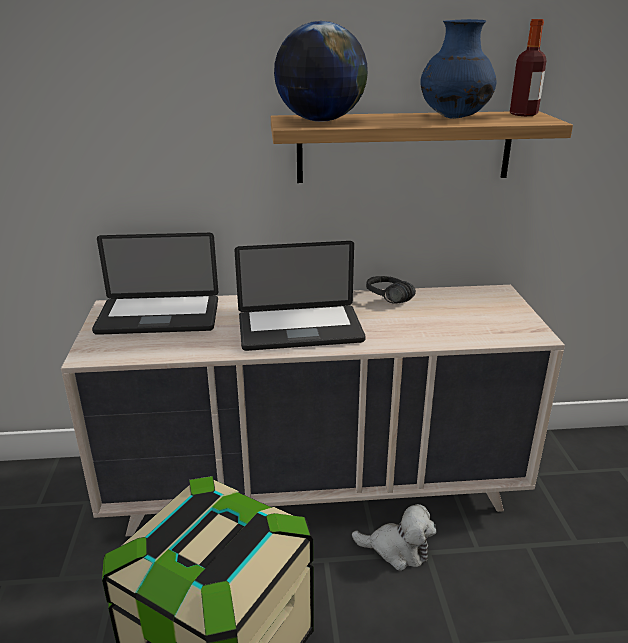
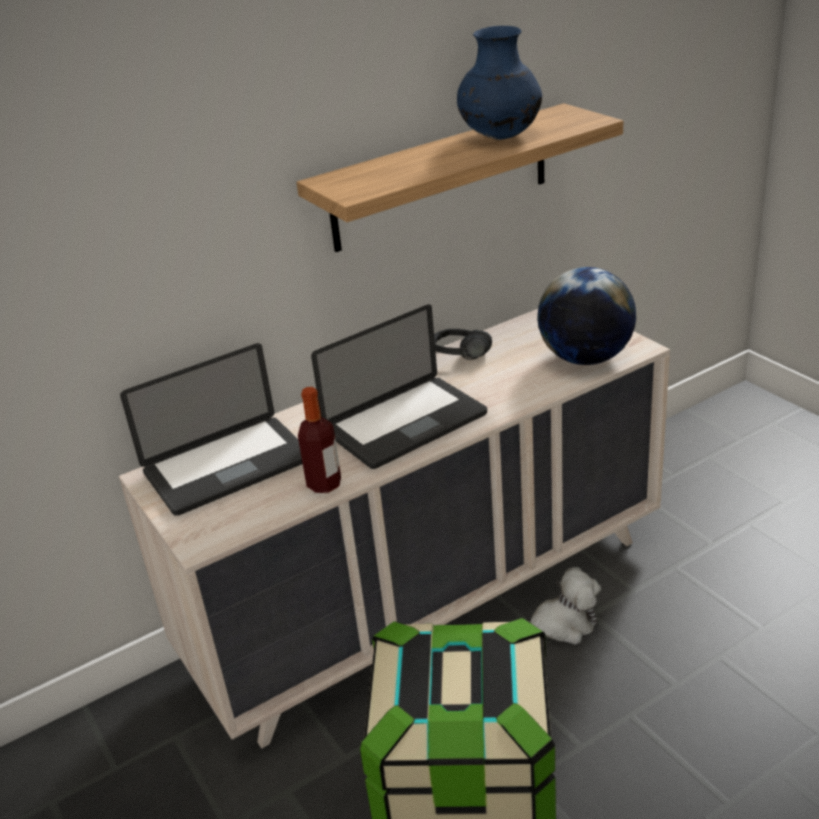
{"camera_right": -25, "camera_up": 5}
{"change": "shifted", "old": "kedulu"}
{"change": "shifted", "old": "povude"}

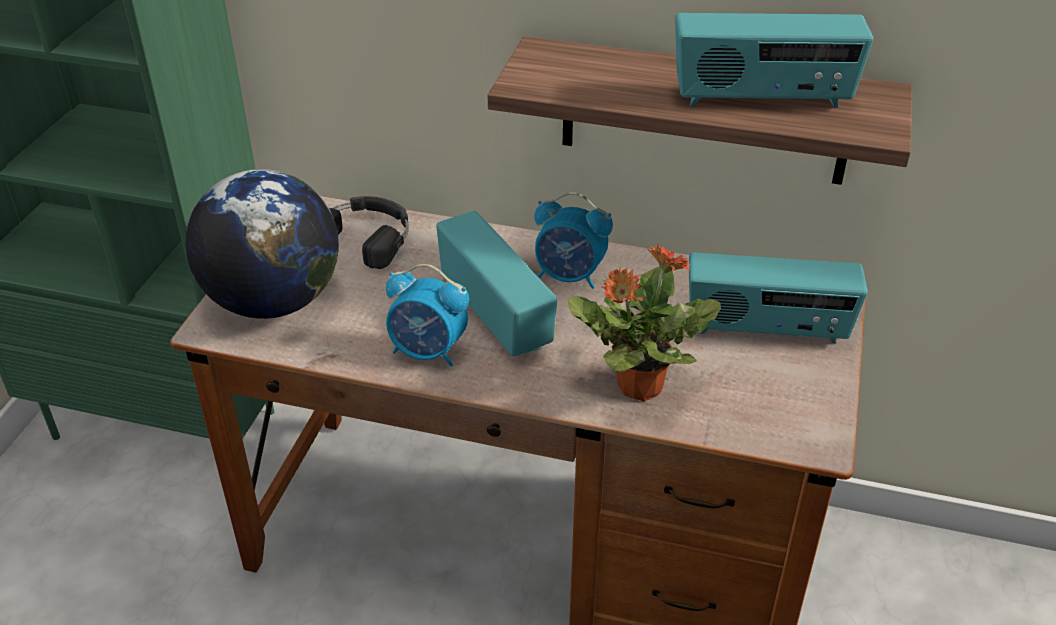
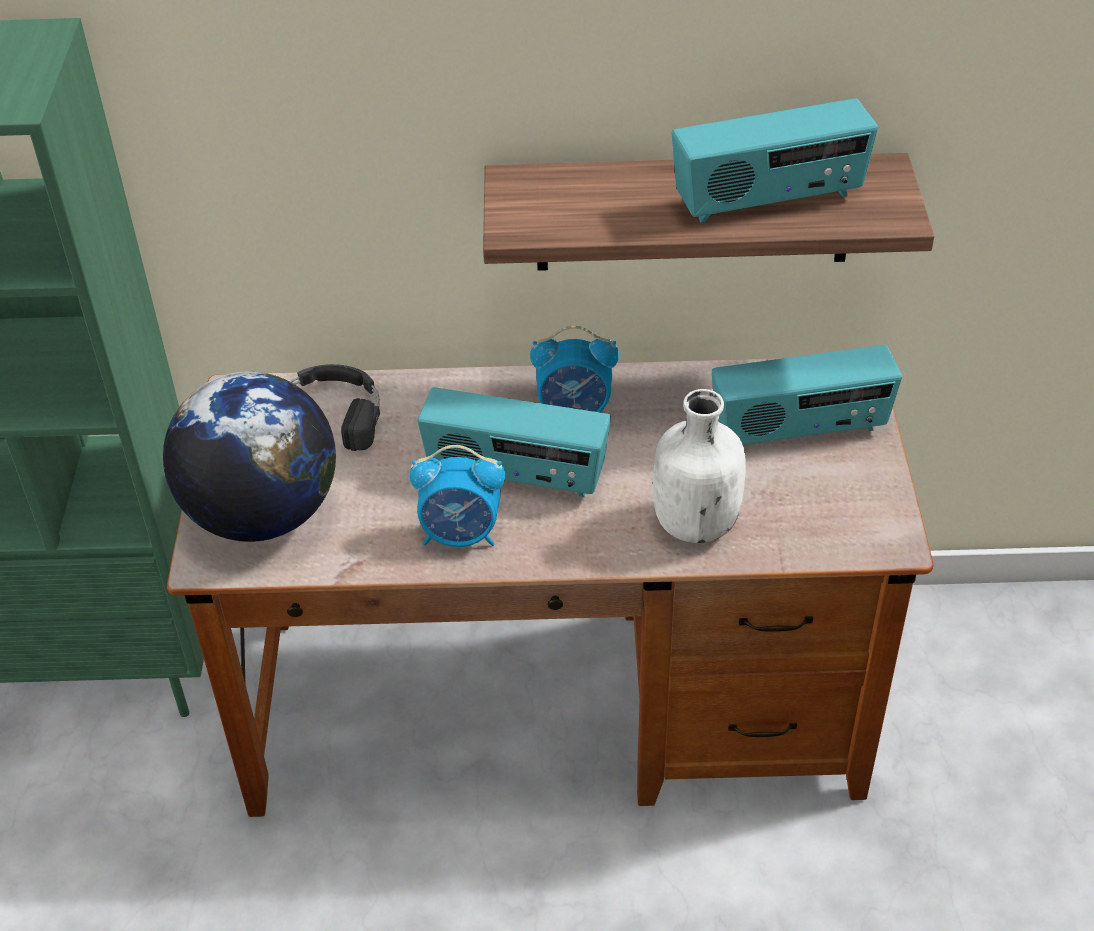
{"camera_right": -15, "camera_up": 5}
{"change": "rotated", "old": "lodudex (no. 1 from left)", "degrees": 150}
{"change": "swapped", "old": "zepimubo", "new": "white_kedulu"}

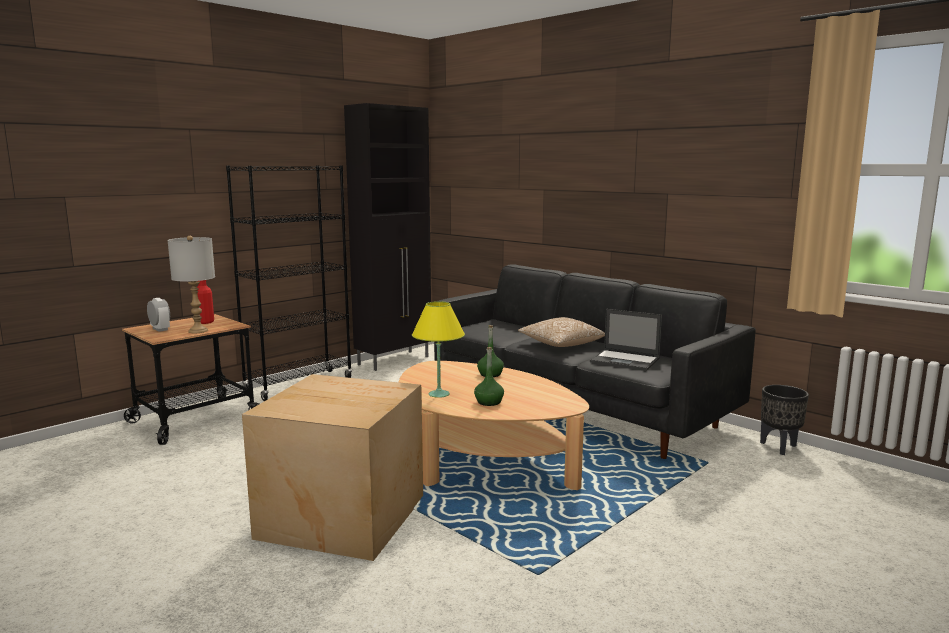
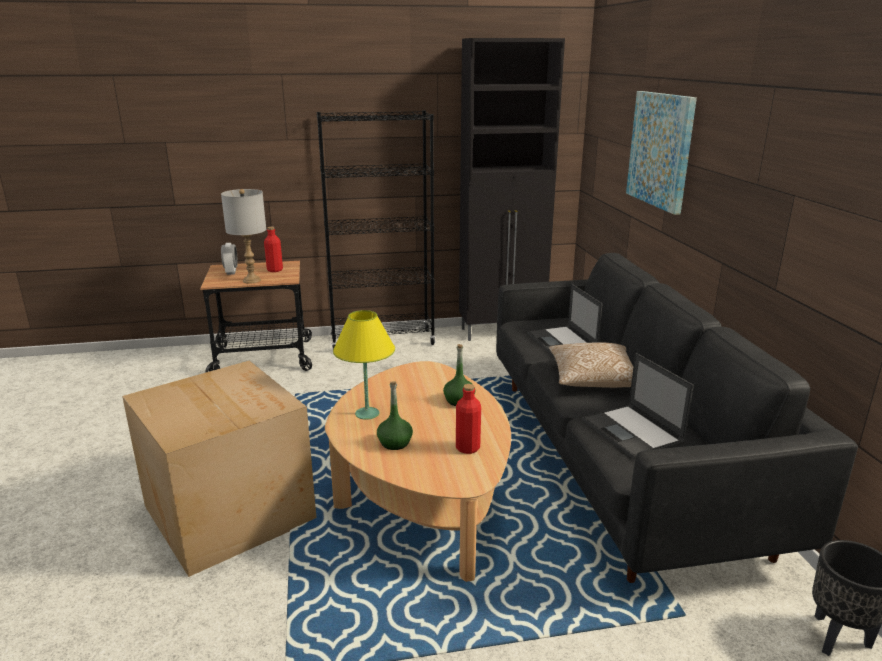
{"camera_right": 35, "camera_up": 10}
{"change": "new", "new": "red_kedulu (no. 2 from left)"}
{"change": "new", "new": "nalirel (no. 1 from left)"}
{"change": "new", "new": "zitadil"}

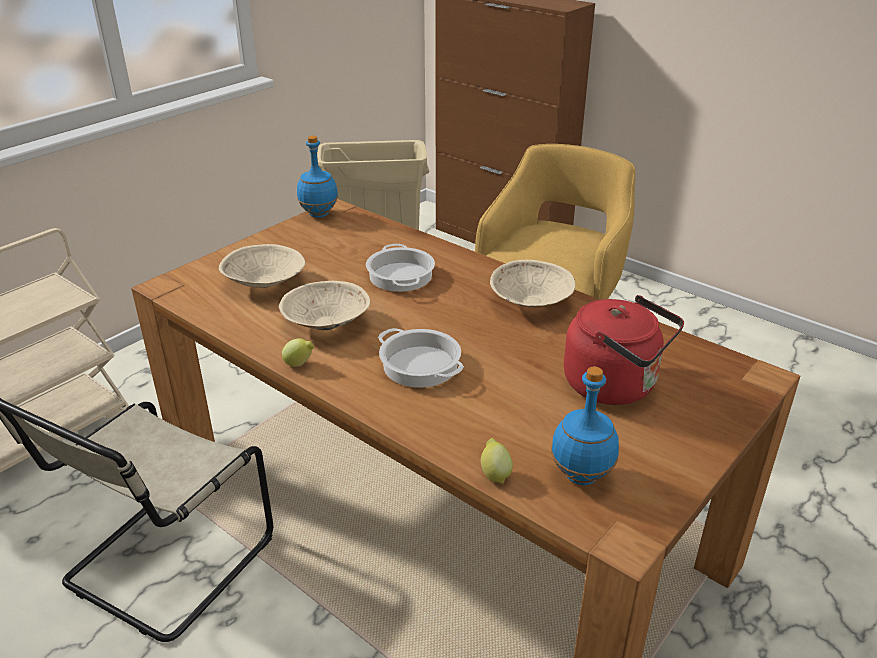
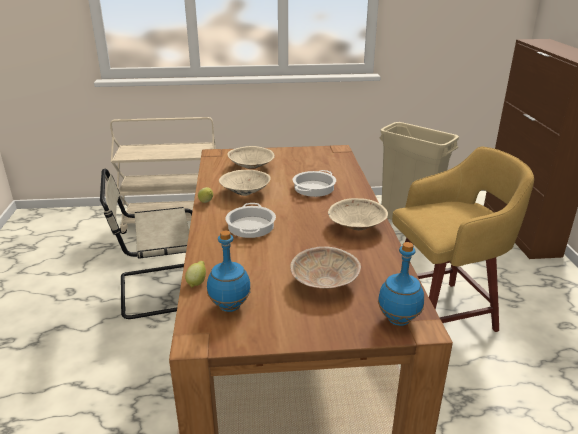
{"camera_right": 45, "camera_up": -5}
{"change": "swapped", "old": "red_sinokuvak", "new": "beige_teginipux (no. 3 from left)"}
{"change": "shifted", "old": "blue_kedulu (no. 1 from left in the first image)", "new": "blue_kedulu (no. 2 from left)"}

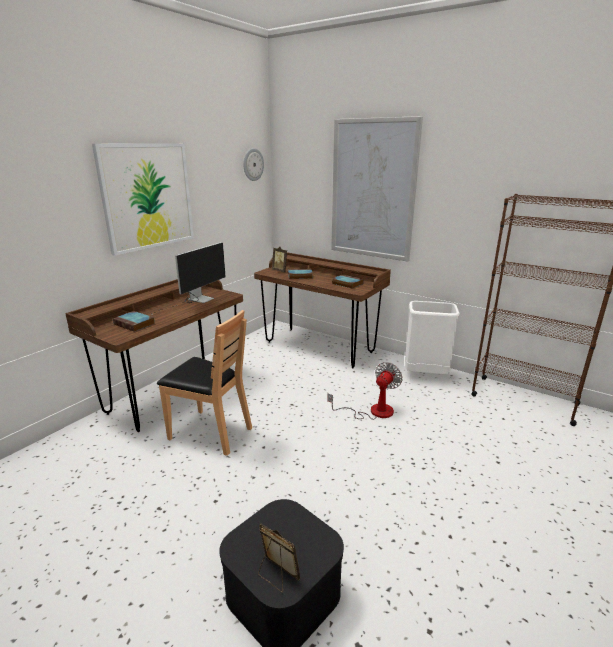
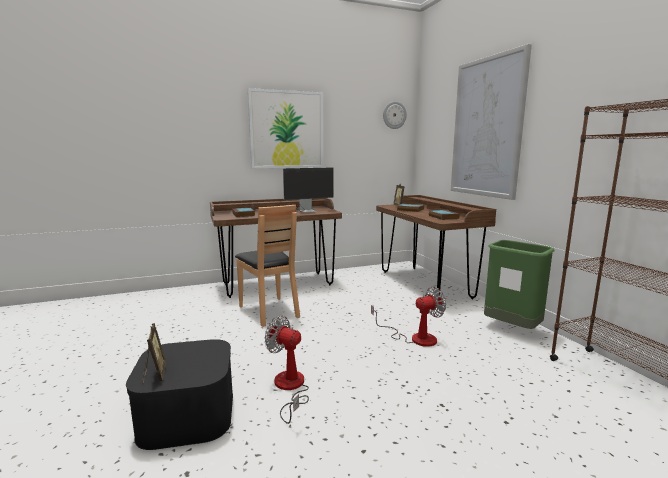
{"camera_right": 35, "camera_up": -10}
{"change": "new", "new": "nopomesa (no. 1 from left)"}
{"change": "repainted", "old": "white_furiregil", "new": "green_furiregil"}

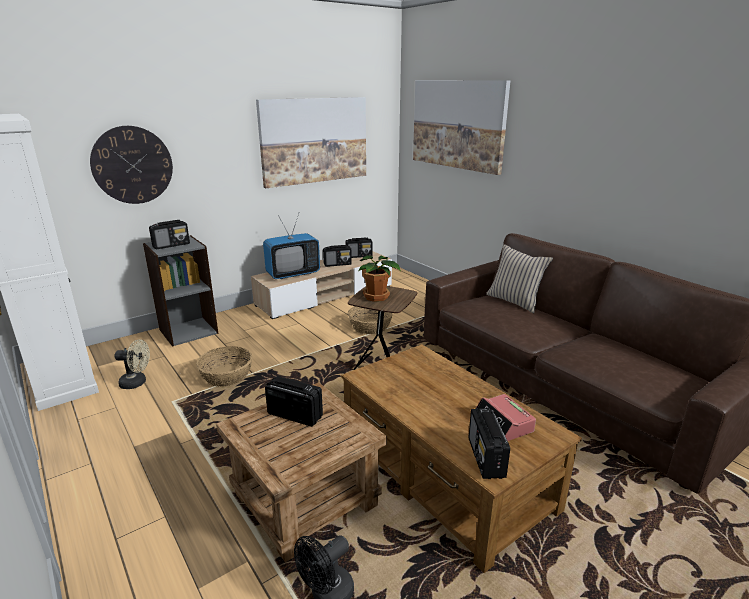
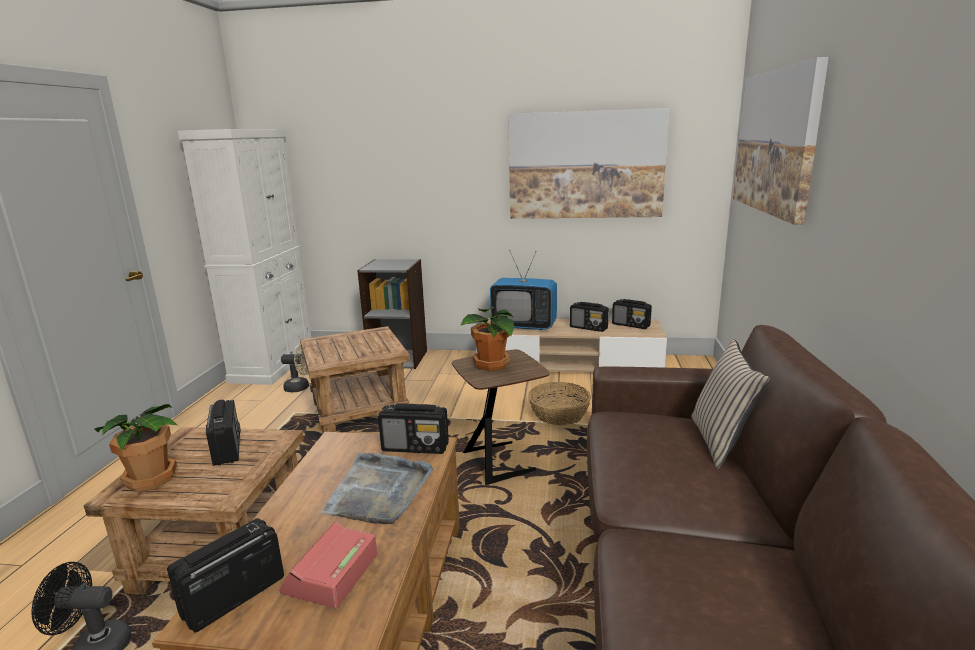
{"camera_right": 45, "camera_up": -5}
{"change": "new", "new": "zepimubo (no. 1 from left)"}
{"change": "rotated", "old": "beige_nopomesa", "degrees": -45}
{"change": "swapped", "old": "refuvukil (no. 1 from left)", "new": "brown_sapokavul (no. 2 from left)"}
{"change": "new", "new": "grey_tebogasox"}
{"change": "shifted", "old": "lodudex (no. 1 from left in the first image)", "new": "lodudex (no. 3 from left)"}
{"change": "gone", "old": "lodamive"}

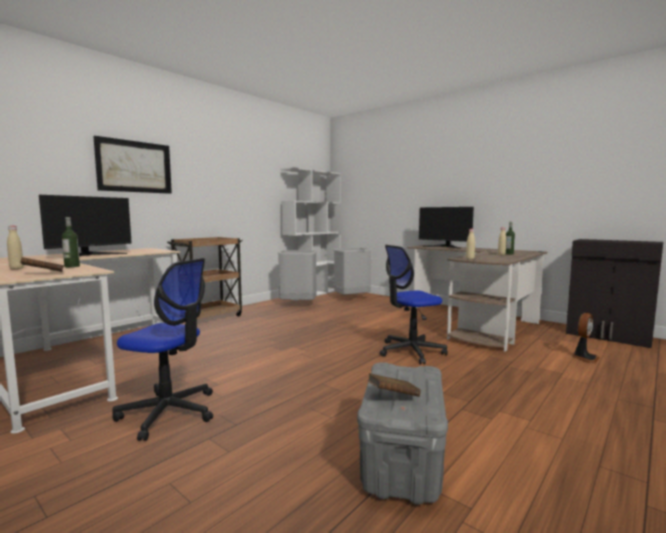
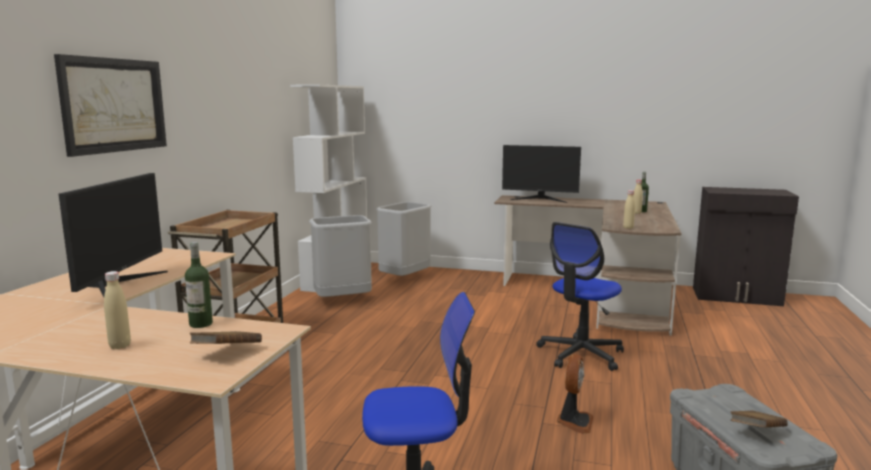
{"camera_right": -25, "camera_up": 5}
{"change": "shifted", "old": "nopomesa"}

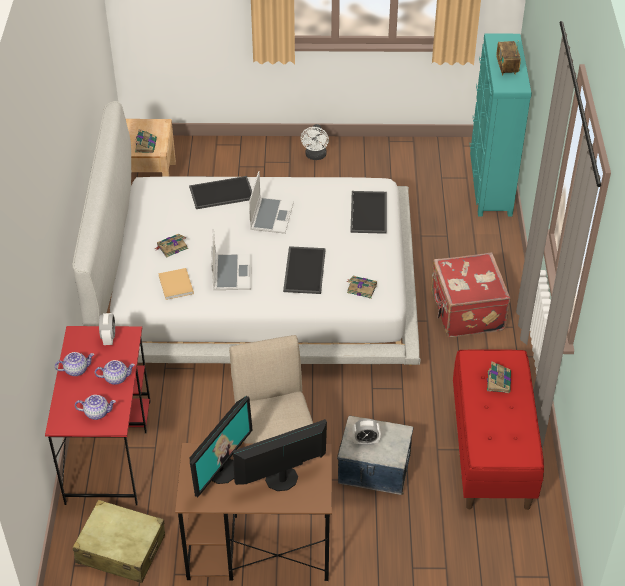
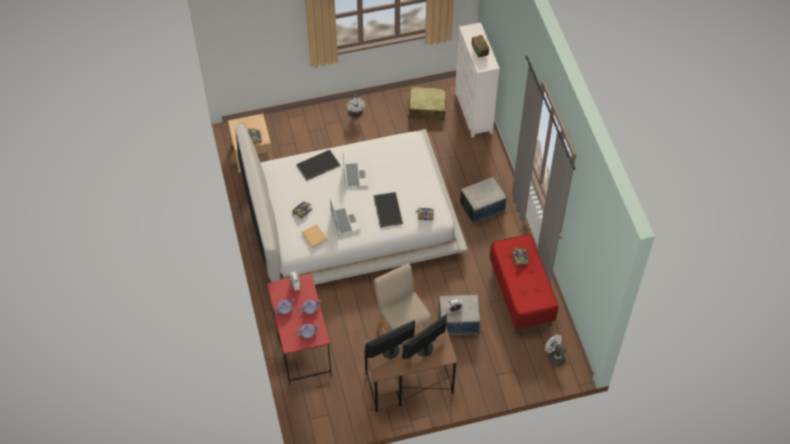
{"camera_right": -15, "camera_up": 10}
{"change": "rotated", "old": "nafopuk (no. 1 from left)", "degrees": -135}
{"change": "shifted", "old": "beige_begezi"}
{"change": "repainted", "old": "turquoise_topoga", "new": "white_topoga"}
{"change": "swapped", "old": "red_begezi", "new": "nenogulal (no. 2 from left)"}
{"change": "new", "new": "white_nopomesa (no. 2 from left)"}
{"change": "gone", "old": "tebogasox (no. 3 from left)"}

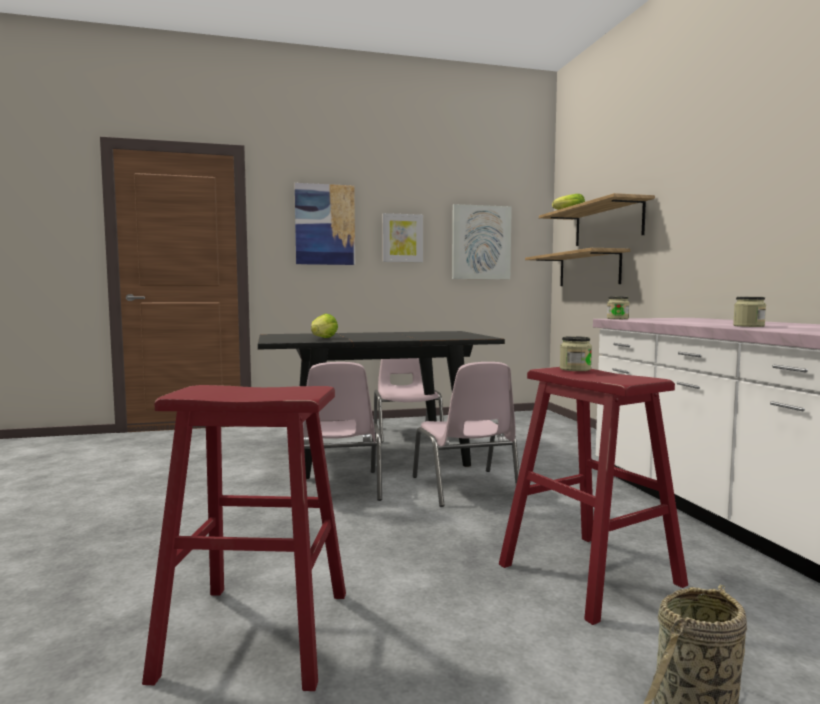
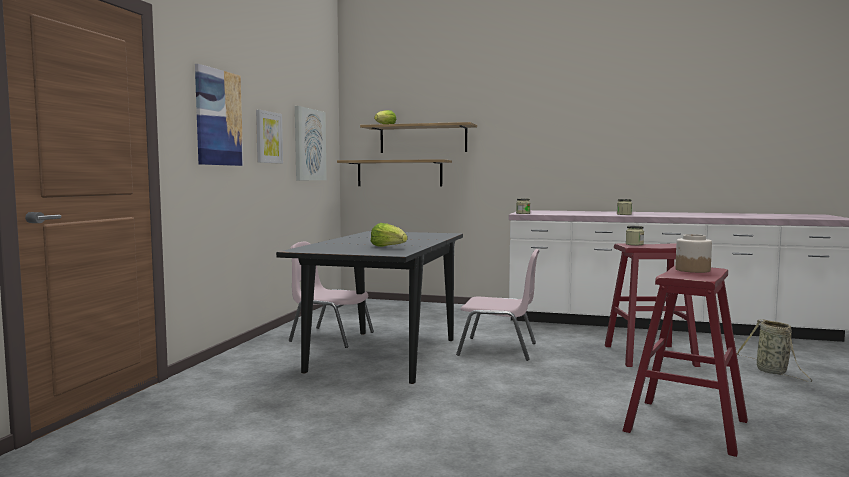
{"camera_right": -60, "camera_up": 0}
{"change": "new", "new": "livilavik (no. 4 from left)"}
{"change": "gone", "old": "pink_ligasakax (no. 1 from left)"}

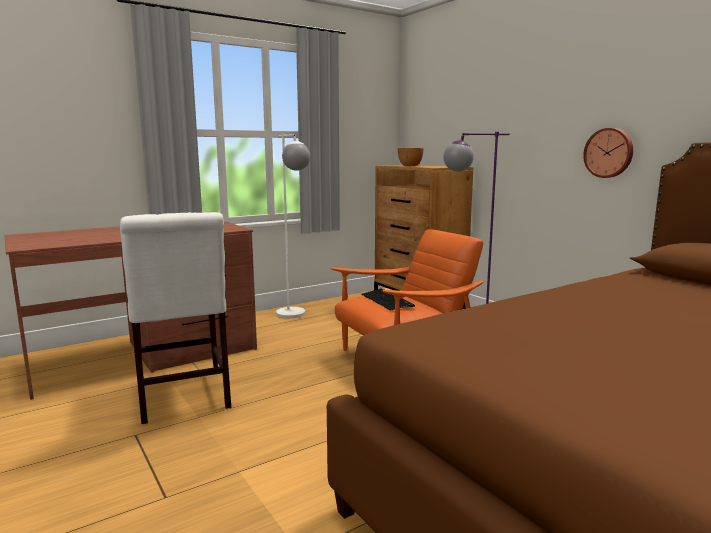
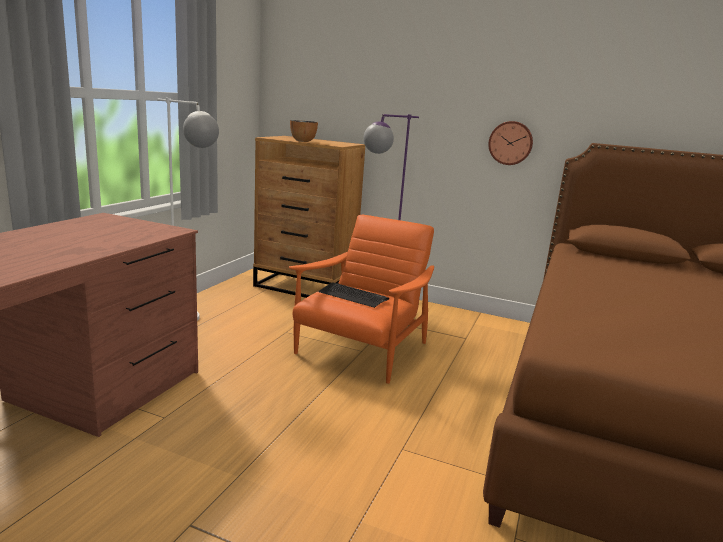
{"camera_right": -35, "camera_up": 5}
{"change": "gone", "old": "white_ligasakax"}

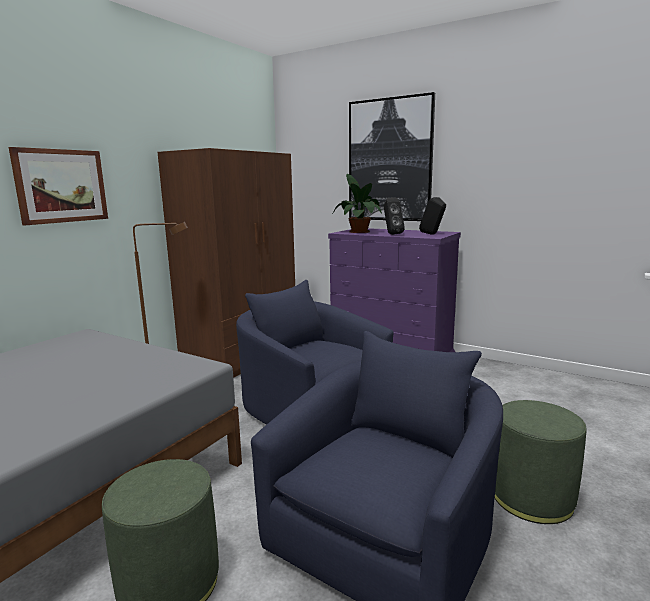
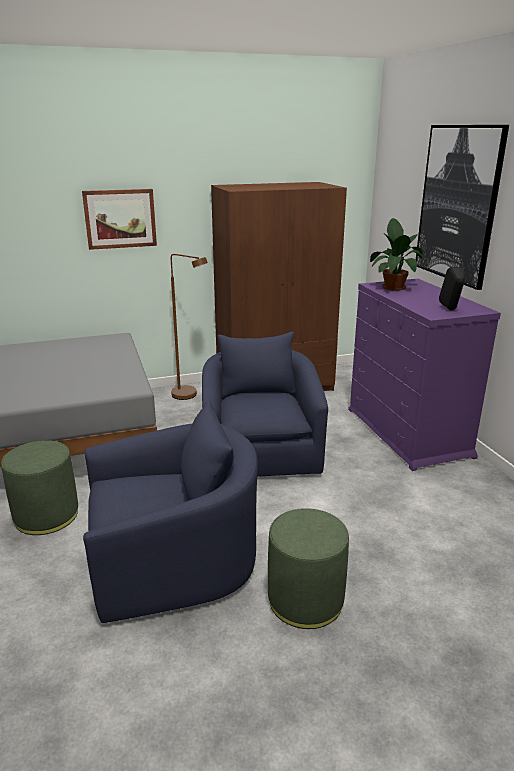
{"camera_right": 40, "camera_up": 10}
{"change": "gone", "old": "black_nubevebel (no. 1 from left)"}

